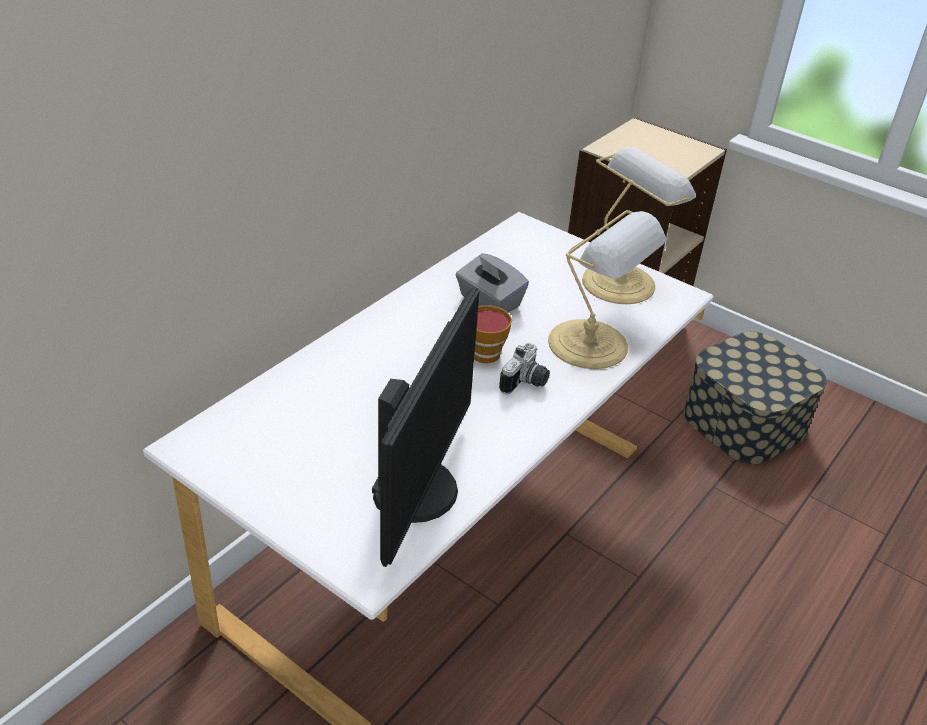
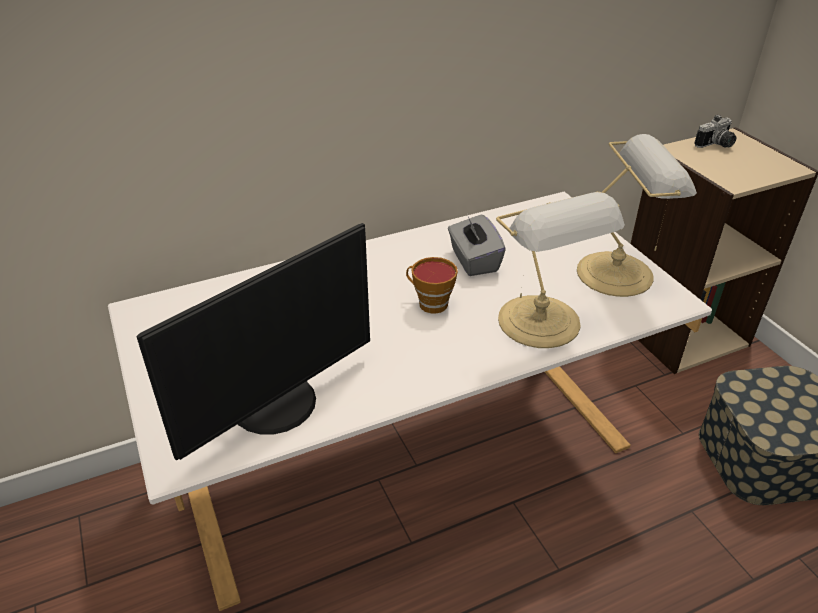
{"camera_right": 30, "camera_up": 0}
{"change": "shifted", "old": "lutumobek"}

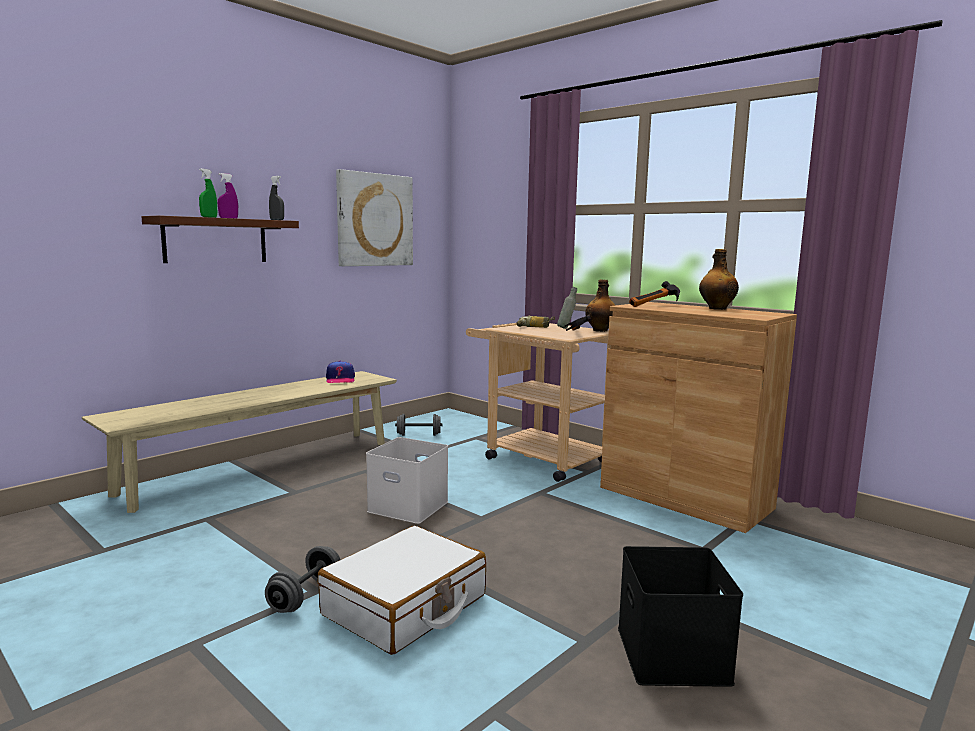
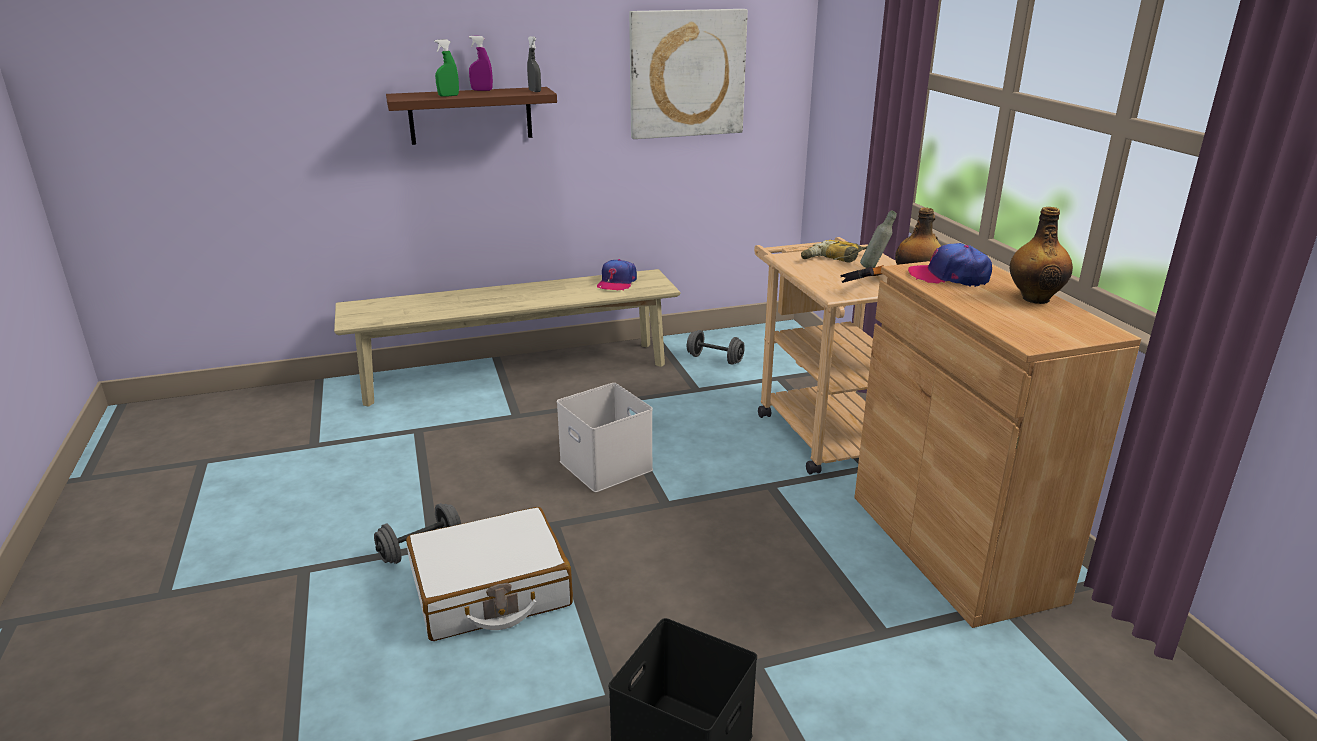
{"camera_right": 30, "camera_up": 15}
{"change": "swapped", "old": "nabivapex (no. 2 from left)", "new": "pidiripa (no. 2 from left)"}

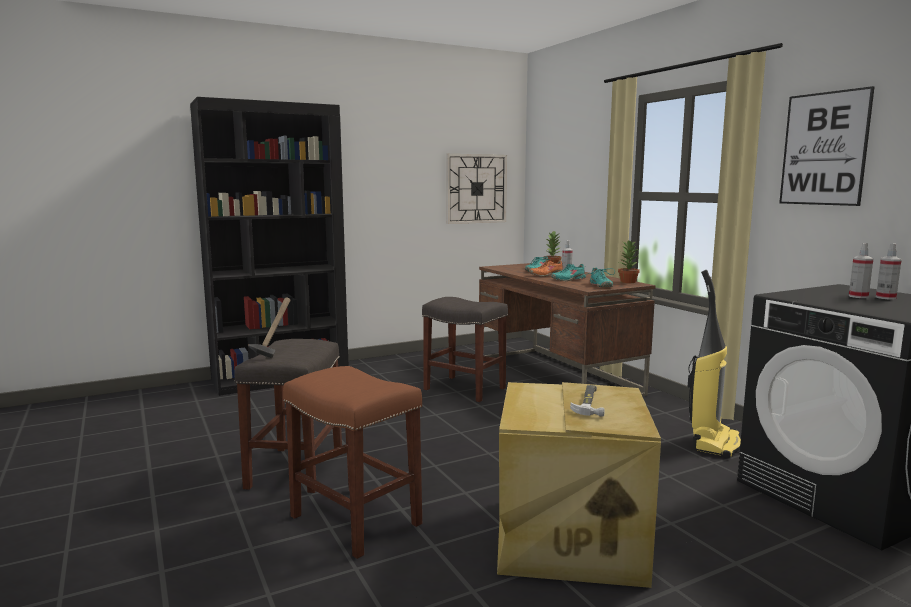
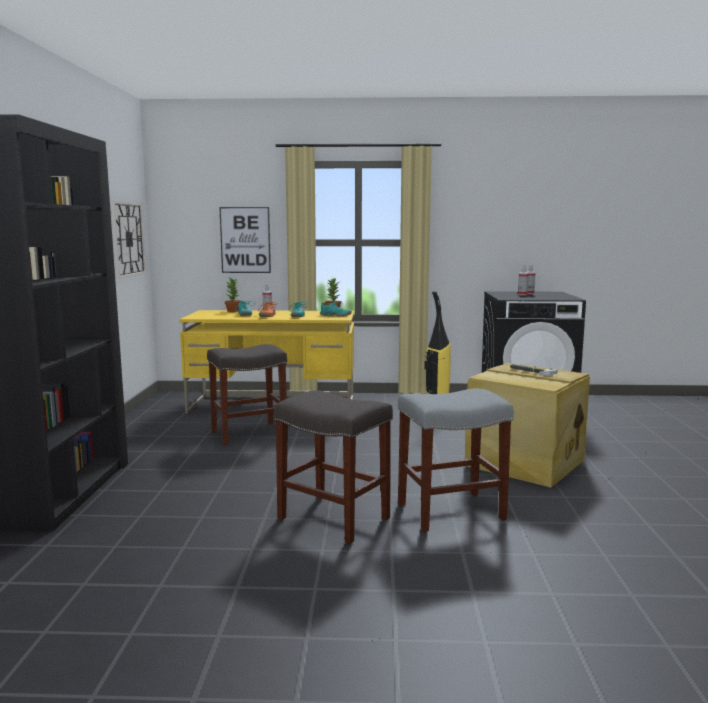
{"camera_right": -60, "camera_up": 0}
{"change": "repainted", "old": "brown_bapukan", "new": "yellow_bapukan"}
{"change": "shifted", "old": "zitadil"}
{"change": "repainted", "old": "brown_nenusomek", "new": "grey_nenusomek (no. 3 from left)"}
{"change": "gone", "old": "nabivapex (no. 1 from left)"}

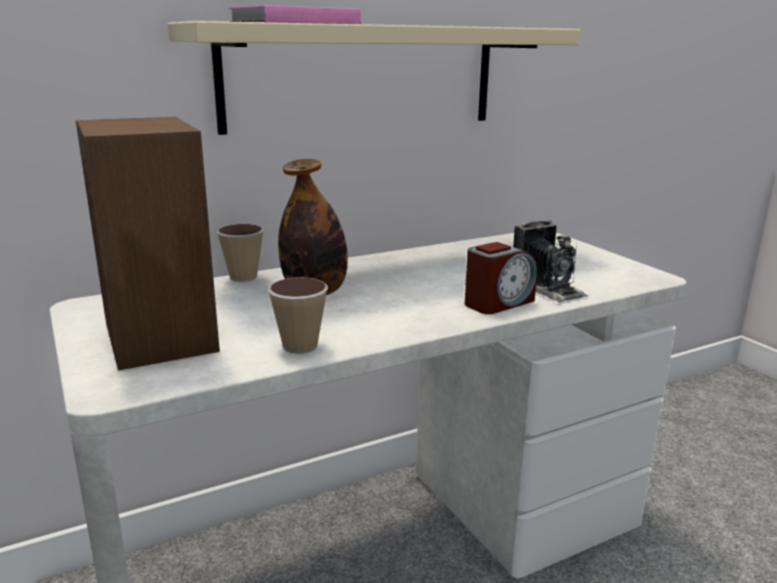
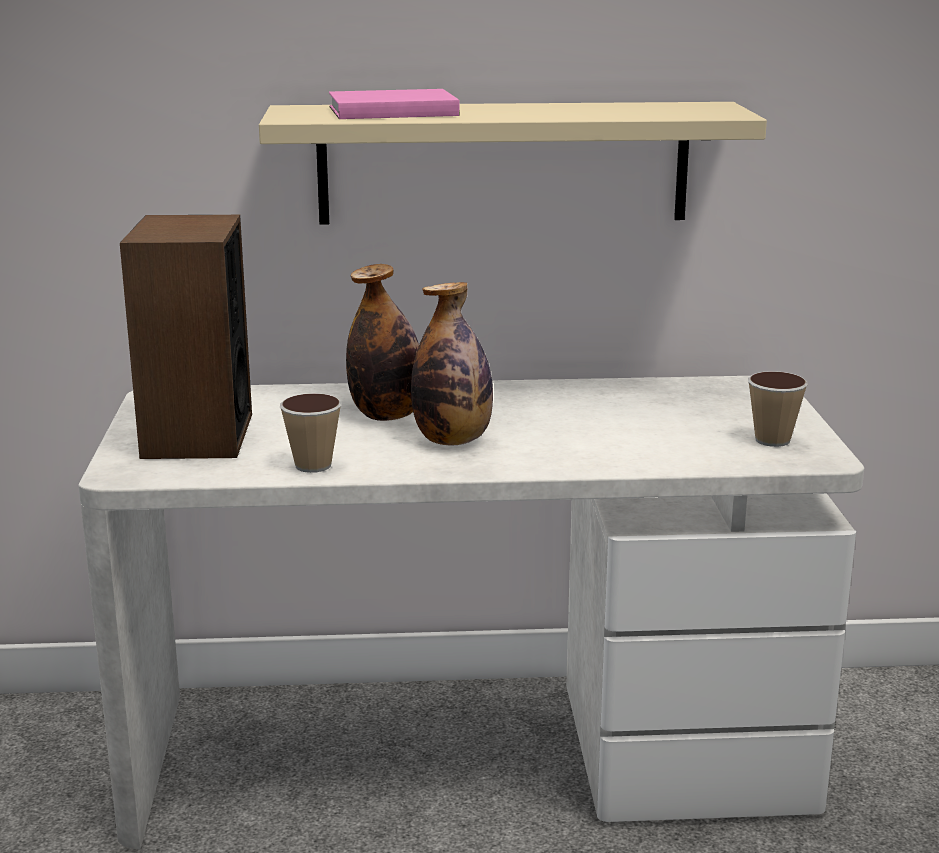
{"camera_right": 25, "camera_up": 0}
{"change": "new", "new": "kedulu (no. 2 from left)"}
{"change": "shifted", "old": "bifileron (no. 1 from left in the first image)", "new": "bifileron (no. 2 from left)"}
{"change": "gone", "old": "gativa"}
{"change": "gone", "old": "lutumobek"}

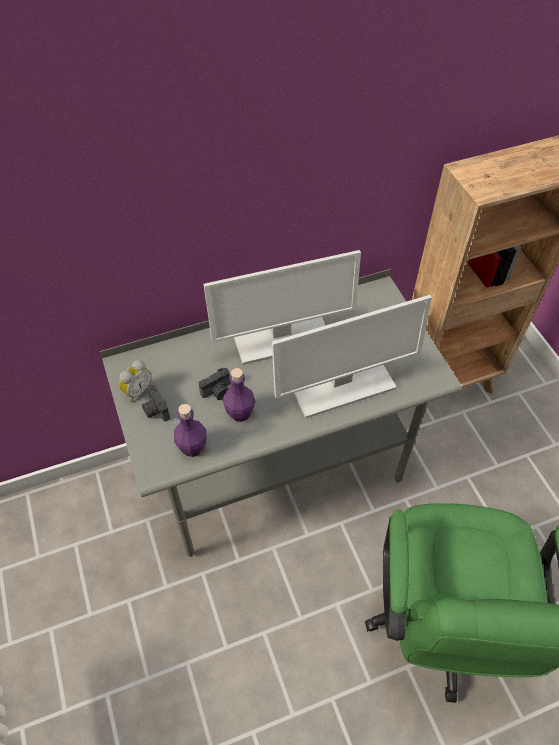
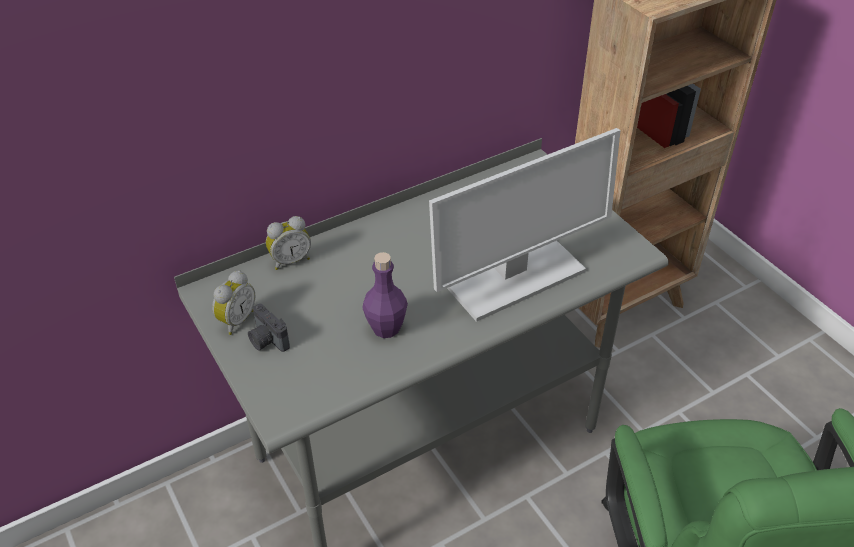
{"camera_right": -10, "camera_up": -10}
{"change": "new", "new": "gativa (no. 2 from left)"}
{"change": "gone", "old": "purple_kedulu (no. 1 from left)"}
{"change": "gone", "old": "lutumobek (no. 2 from left)"}
{"change": "gone", "old": "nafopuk (no. 1 from left)"}

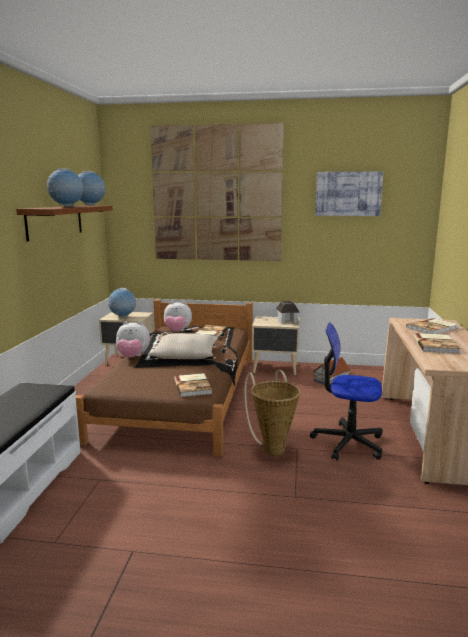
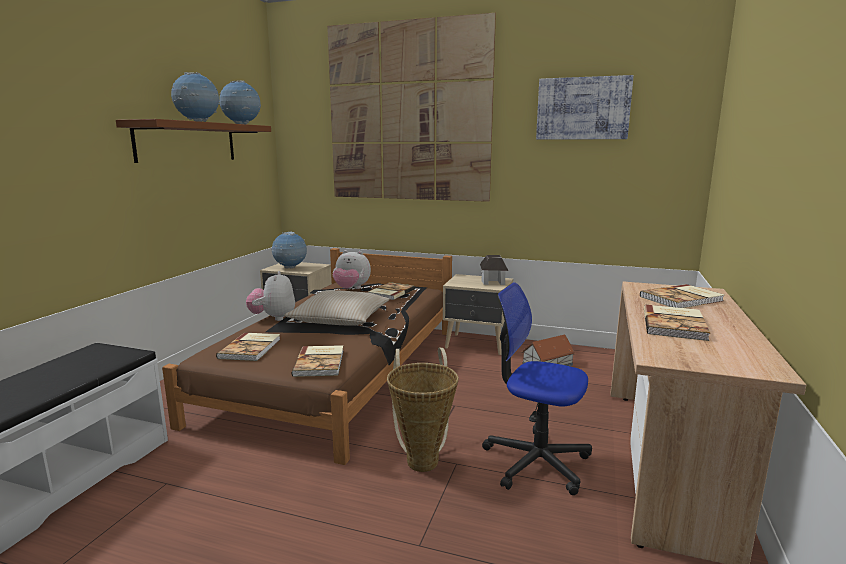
{"camera_right": 10, "camera_up": 0}
{"change": "new", "new": "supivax (no. 1 from left)"}
{"change": "rotated", "old": "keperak (no. 1 from left)", "degrees": 75}

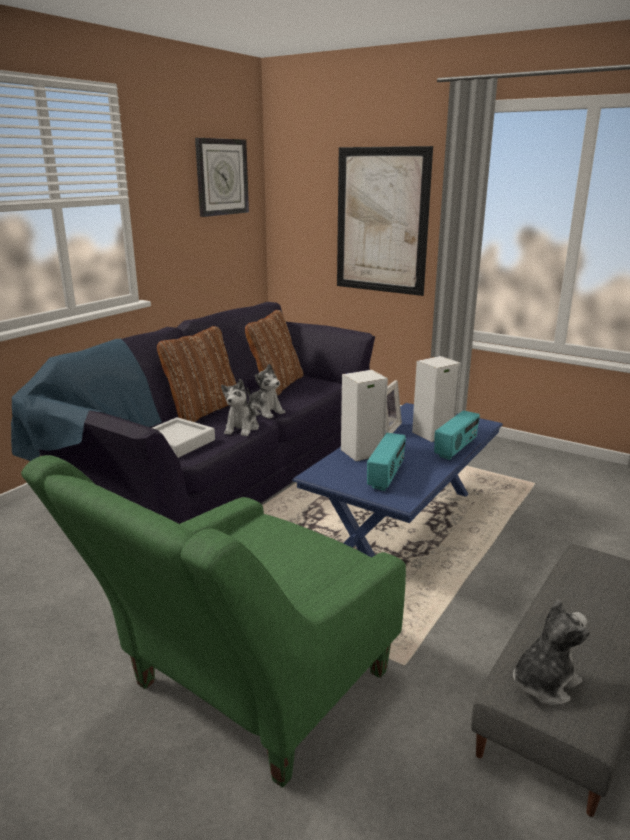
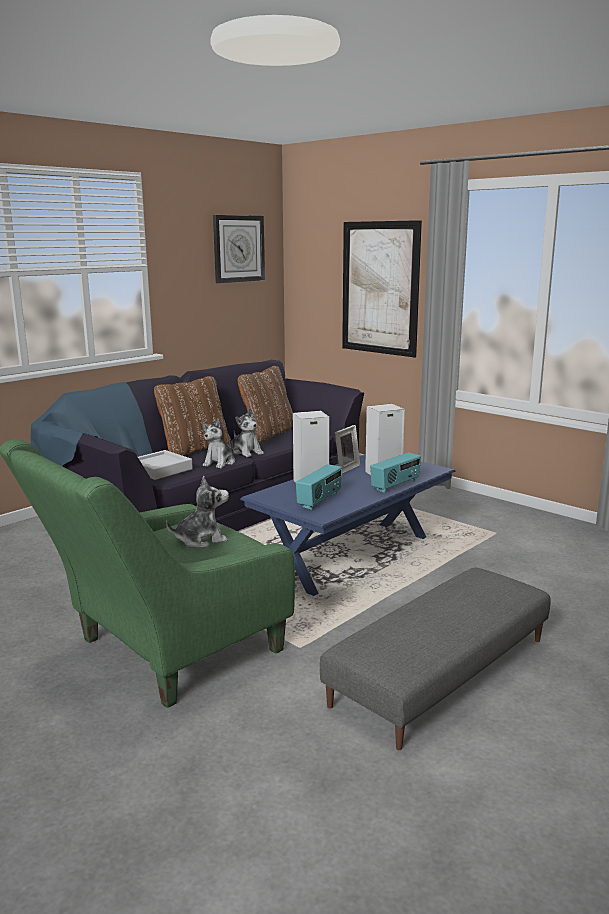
{"camera_right": 10, "camera_up": -5}
{"change": "shifted", "old": "keperak (no. 3 from left in the first image)", "new": "keperak (no. 1 from left)"}

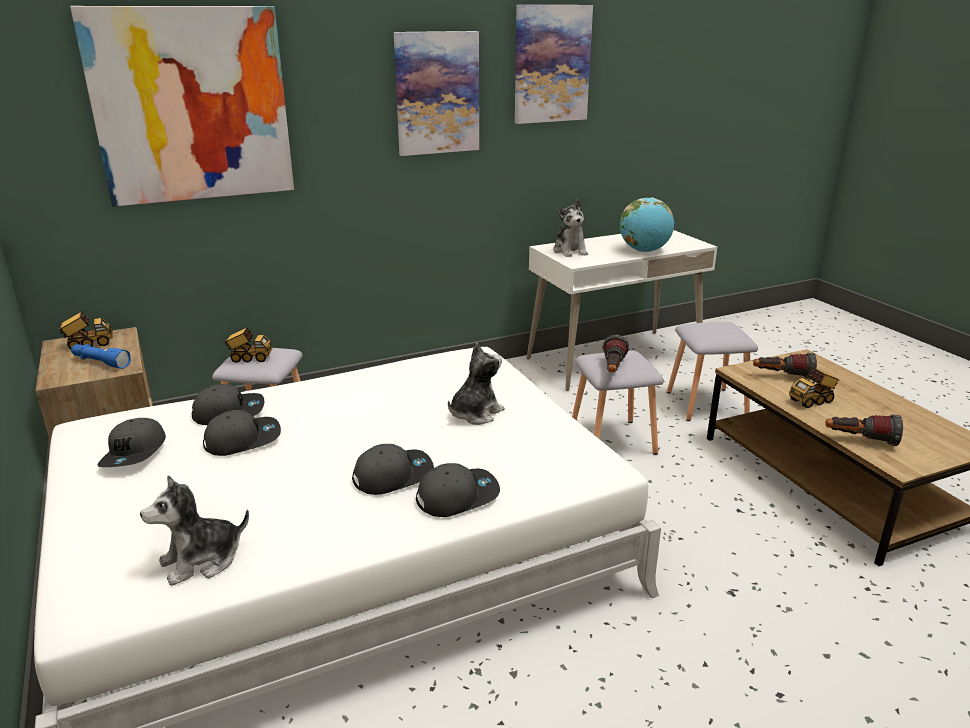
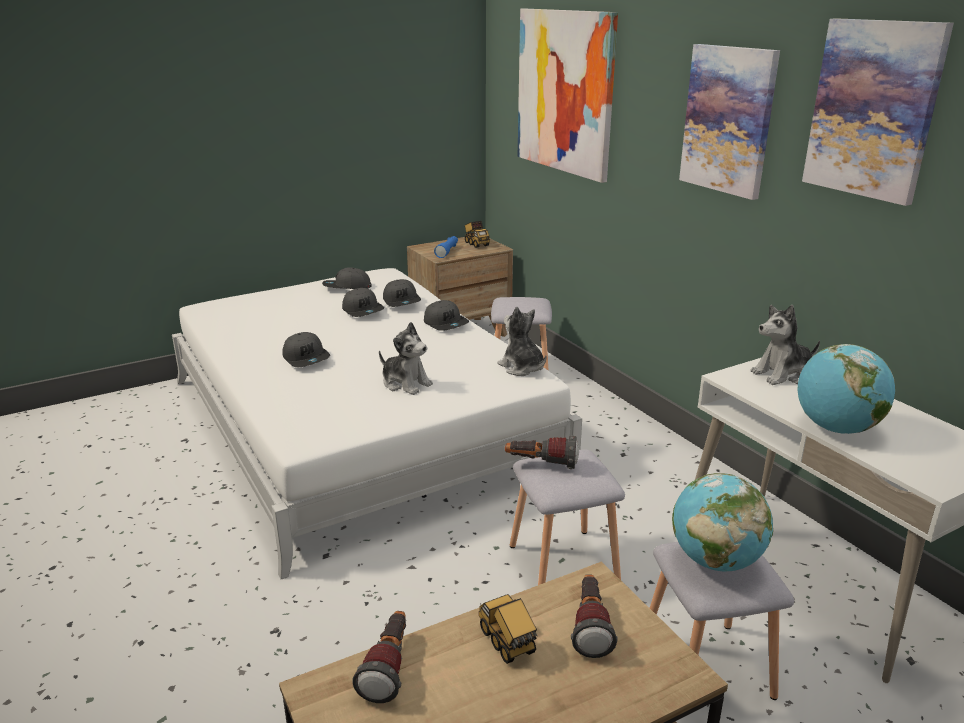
{"camera_right": 85, "camera_up": 0}
{"change": "shifted", "old": "grey_pidiripa (no. 5 from left)"}
{"change": "shifted", "old": "keperak (no. 1 from left in the first image)", "new": "keperak (no. 2 from left)"}
{"change": "new", "new": "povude (no. 1 from left)"}
{"change": "gone", "old": "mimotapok (no. 2 from left)"}

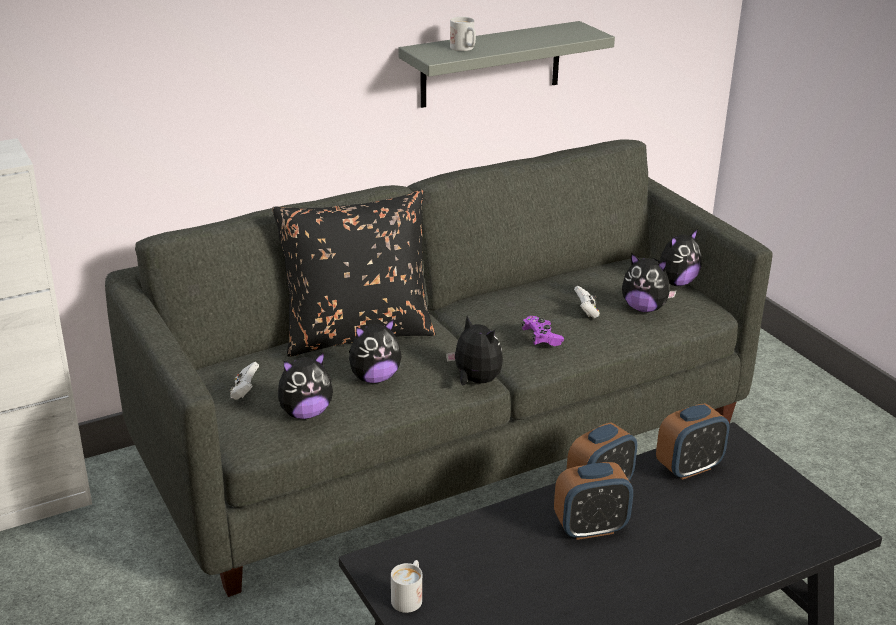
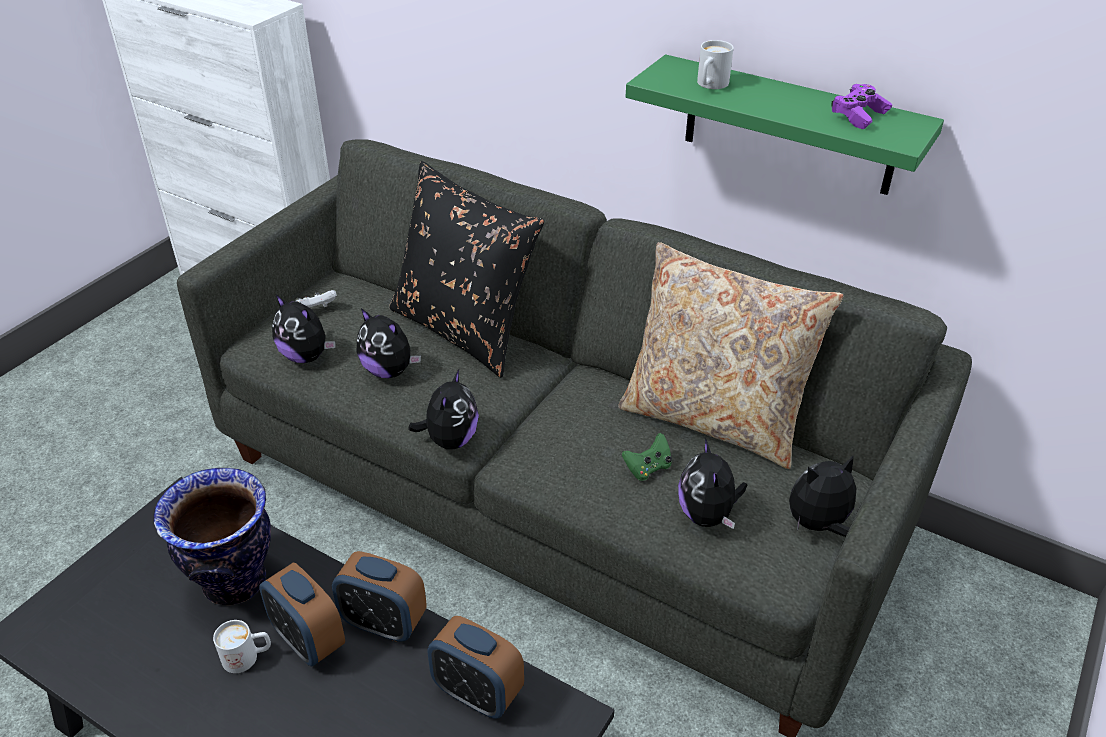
{"camera_right": 60, "camera_up": 10}
{"change": "new", "new": "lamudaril"}
{"change": "shifted", "old": "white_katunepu (no. 1 from left)"}
{"change": "new", "new": "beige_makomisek"}
{"change": "repainted", "old": "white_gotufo (no. 2 from left)", "new": "green_gotufo"}
{"change": "repainted", "old": "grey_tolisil", "new": "green_tolisil"}
{"change": "rotated", "old": "keperak (no. 5 from left)", "degrees": 135}
{"change": "shifted", "old": "purple_gotufo"}

